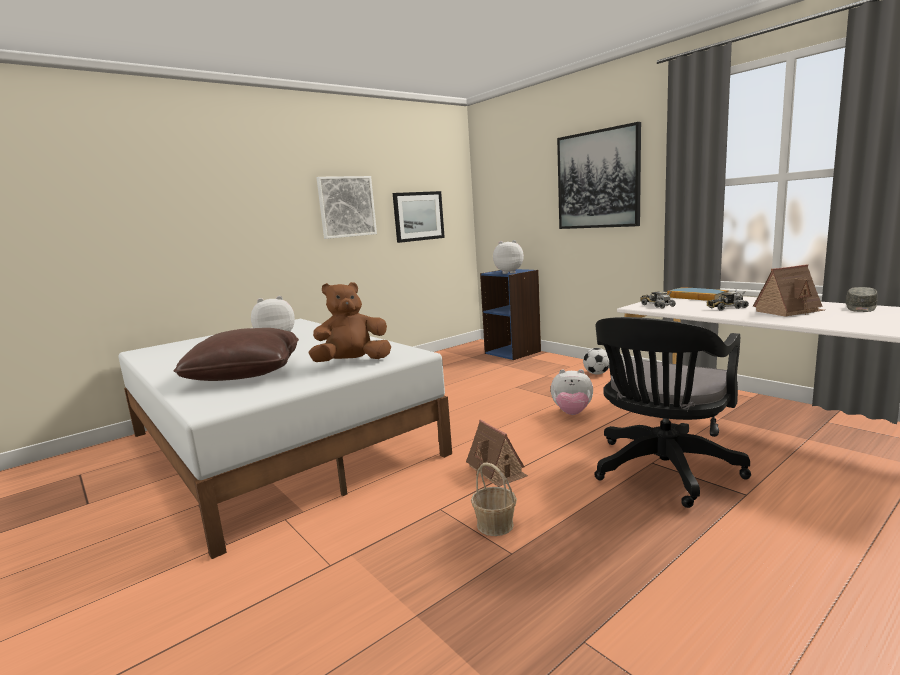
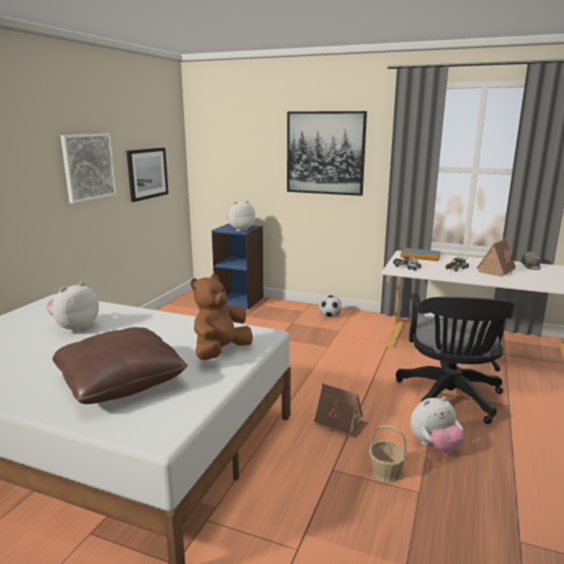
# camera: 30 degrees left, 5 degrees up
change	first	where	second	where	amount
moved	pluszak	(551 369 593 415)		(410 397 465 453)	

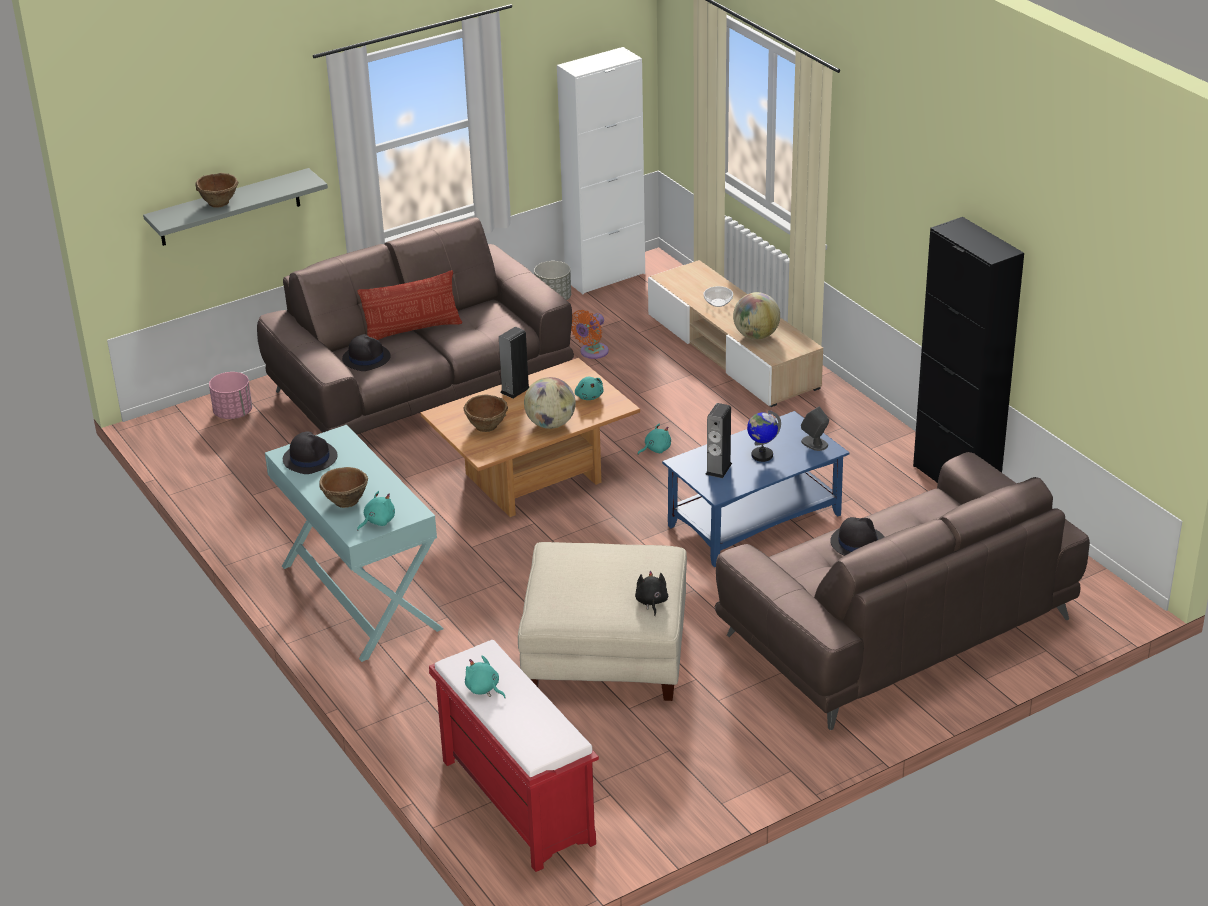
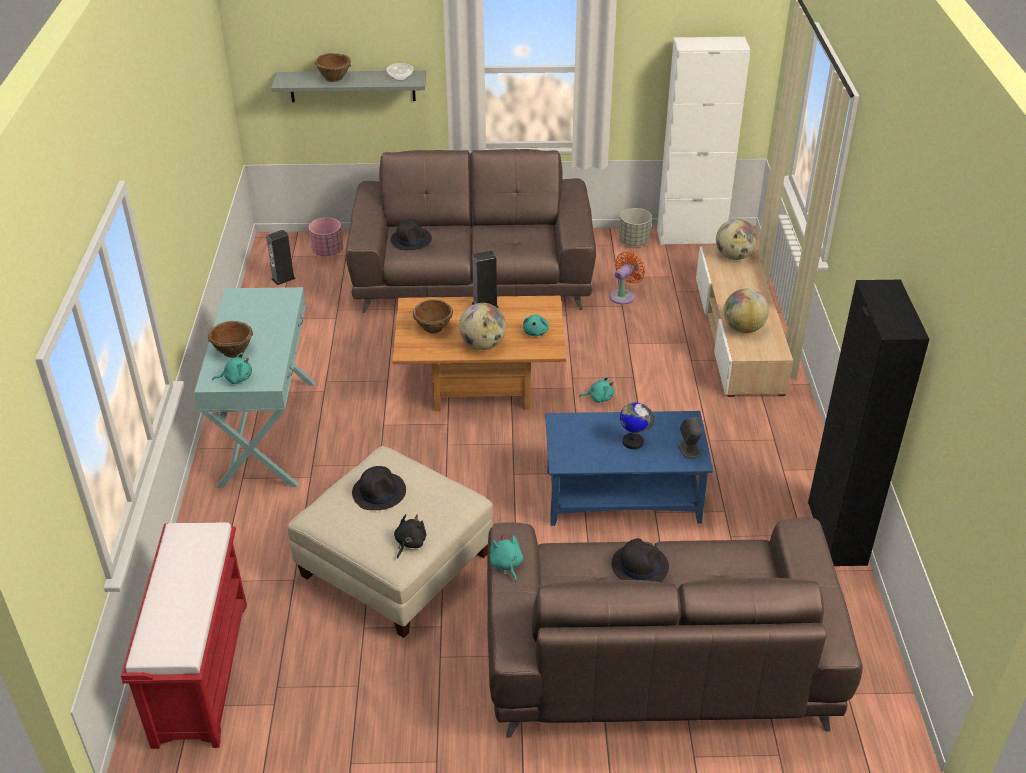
# camera: 30 degrees right, 5 degrees up
change	first	where	second	where	amount
moved	głośnik	(705 403 732 478)		(266 230 296 285)	
moved	kapelusz/czarny	(283 432 338 474)		(352 466 406 510)	
moved	miska	(704 286 733 307)		(386 63 413 81)	
moved	pluszak/turkusowy	(465 655 506 698)		(490 534 523 582)	
turned	wentylator/pomarańczowy	(571 310 609 359)		(610 252 645 304)	150 degrees clockwise
added			globus	(716 219 757 260)	
removed	poduszka	(357 270 462 340)			

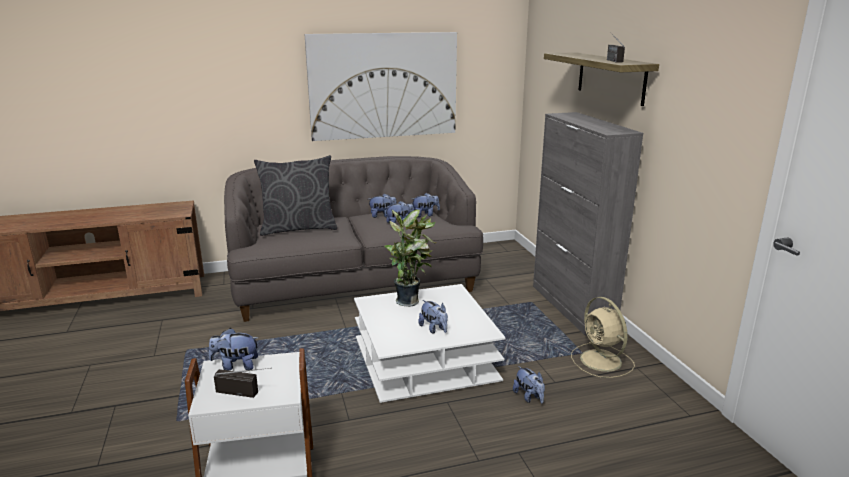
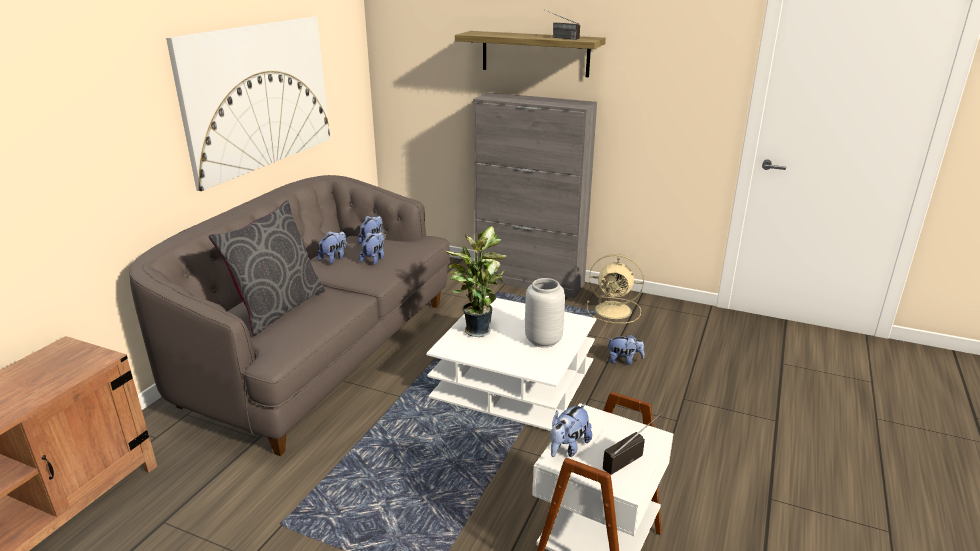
# camera: 50 degrees left, 5 degrees up
change	first	where	second	where	amount
replaced	pluszak	(418 300 448 334)	wazon/szary	(525 278 565 348)	

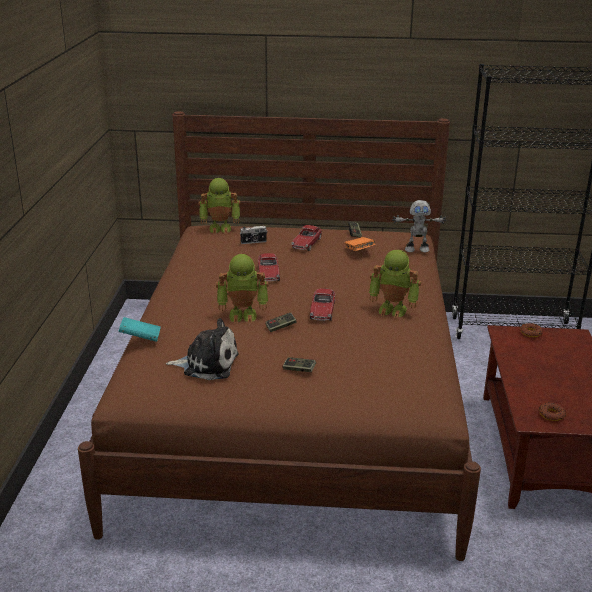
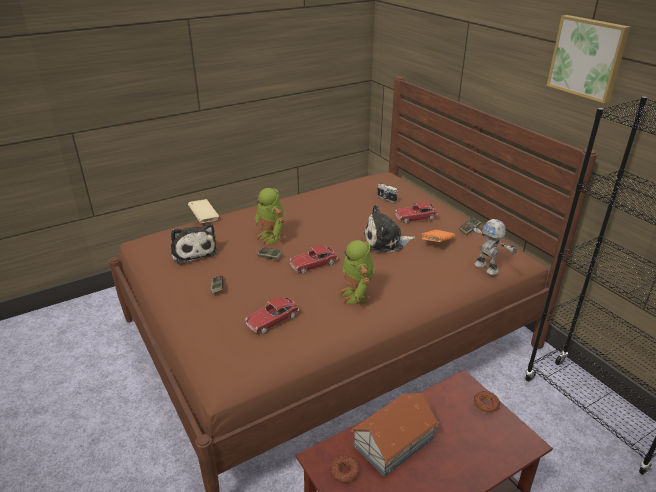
# camera: 55 degrees right, 5 degrees up
change	first	where	second	where	amount
recoloured	książka/turkusowy	(118 317 161 342)	książka/beżowy	(188 199 219 223)	
moved	samochodzik	(258 253 280 281)		(245 297 299 334)	
added			domek	(351 392 439 476)	
added			pluszak	(364 205 415 253)	
added			obraz	(547 15 630 103)	
removed	robot zabawkowy	(198 178 240 234)			

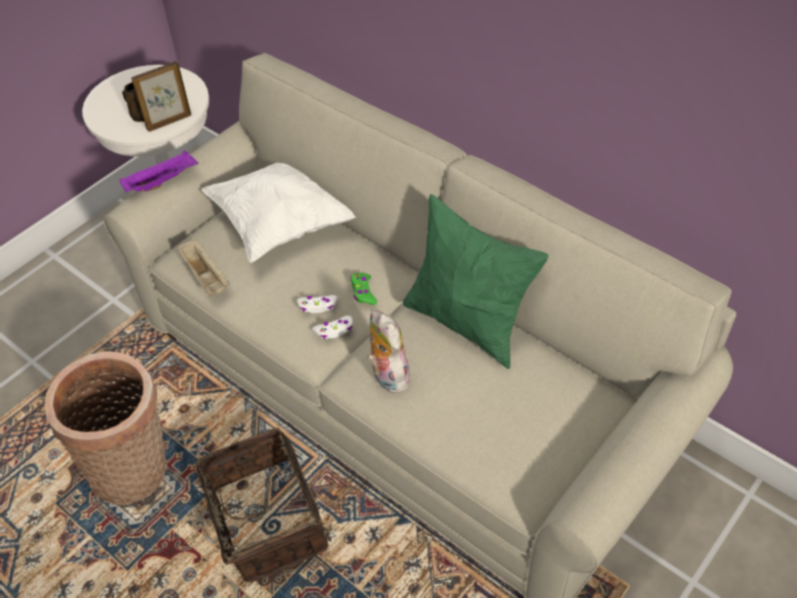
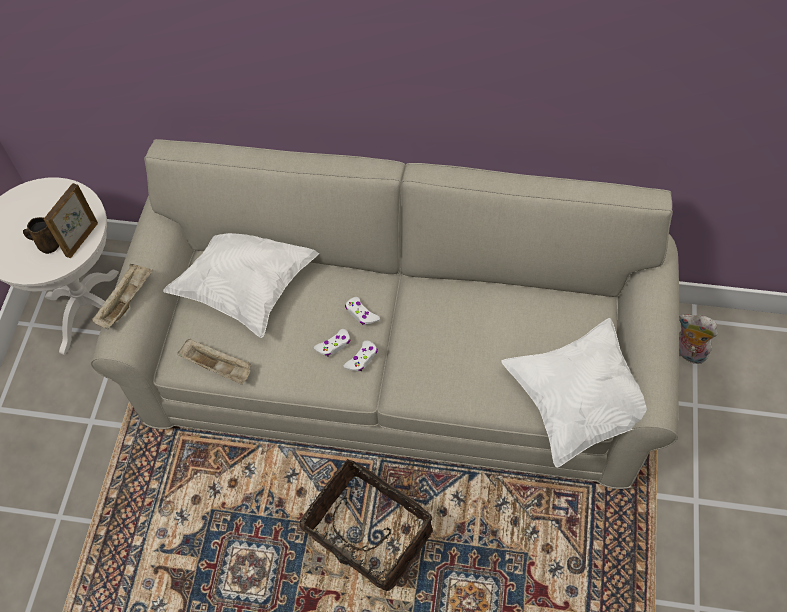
# camera: 30 degrees left, 10 degrees up
change	first	where	second	where	amount
recoloured	taca/fioletowy	(120 150 199 192)	taca/beżowy	(92 264 153 329)	
recoloured	pad do gier/zielony	(350 273 377 305)	pad do gier/biały	(345 297 380 325)	
added			poduszka/biały	(501 318 647 467)	
moved	pluszak	(367 309 410 393)		(679 314 718 364)	
removed	koszyk	(44 351 167 505)			
removed	poduszka/zielony	(403 194 548 369)			

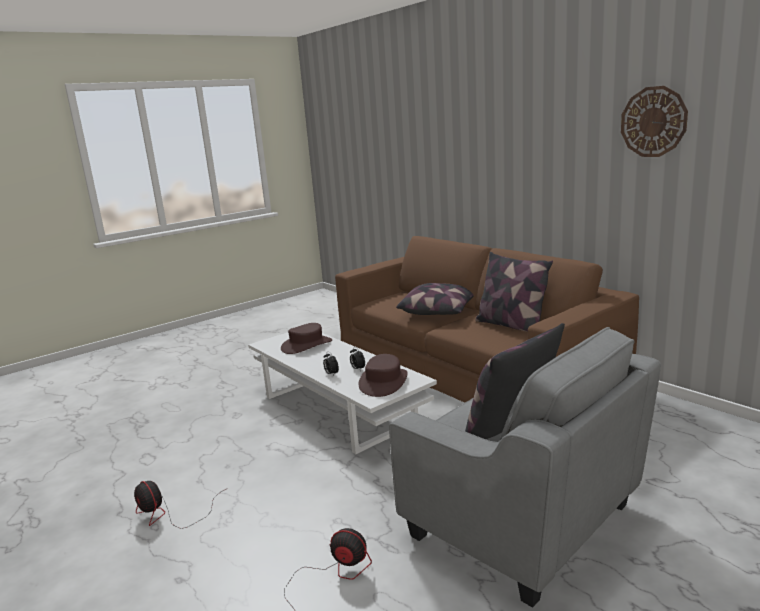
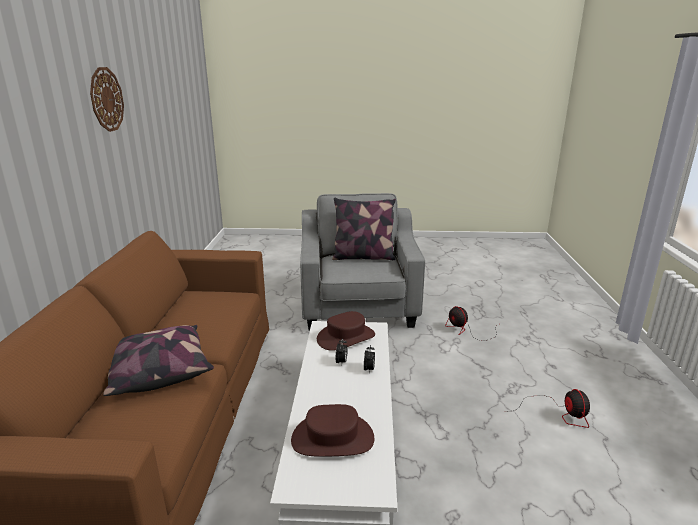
# camera: 140 degrees left, 5 degrees up
change	first	where	second	where	amount
removed	poduszka	(475 252 553 332)			

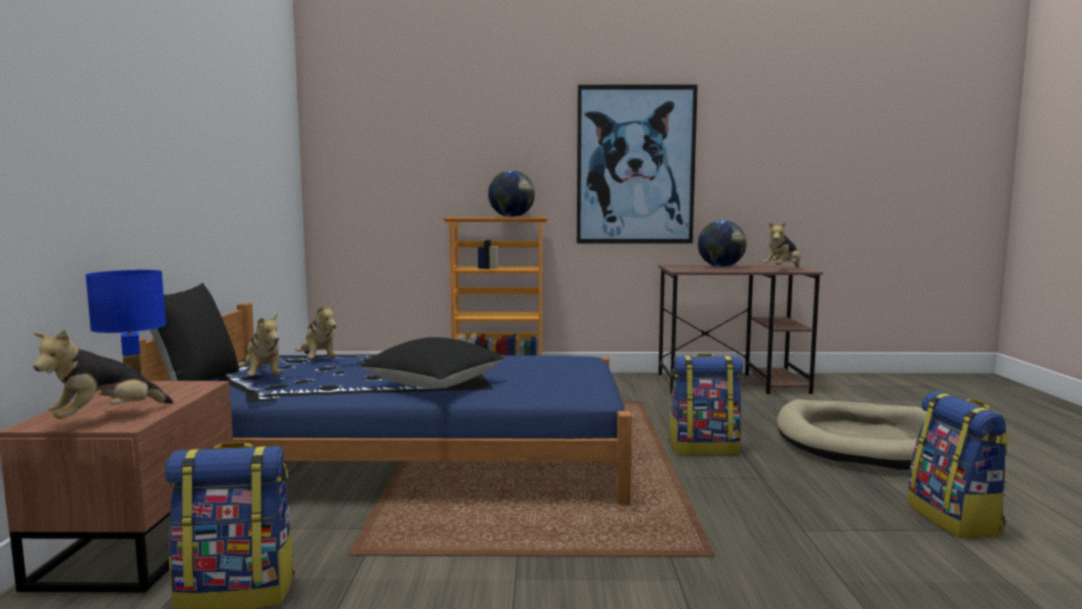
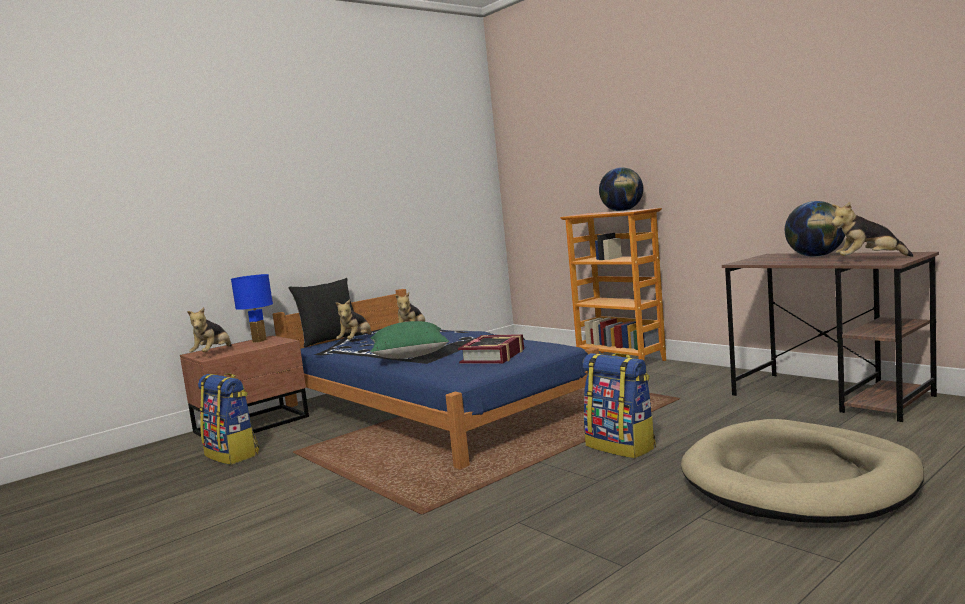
# camera: 50 degrees right, 0 degrees up
change	first	where	second	where	amount
turned	pluszak	(33 330 173 419)		(187 307 232 352)	75 degrees counterclockwise
recoloured	poduszka/czarny	(360 337 505 389)	poduszka/zielony	(370 321 449 359)	
added			książka	(458 334 524 364)	
removed	obraz	(577 84 698 243)			
removed	plecak	(907 391 1010 538)			

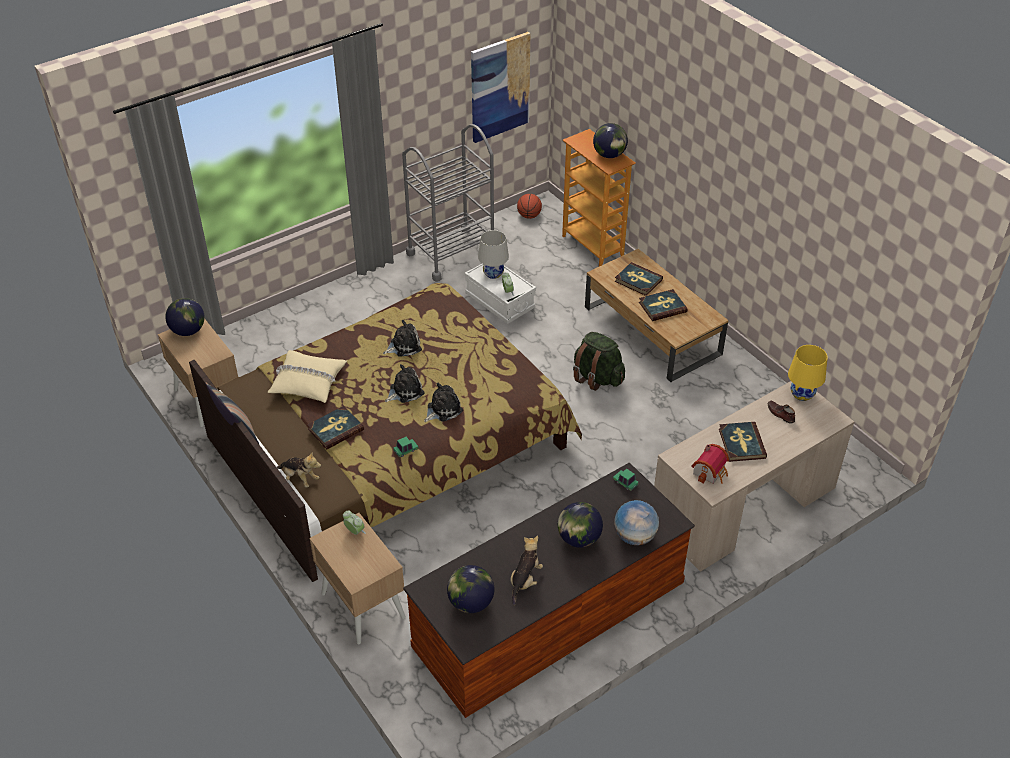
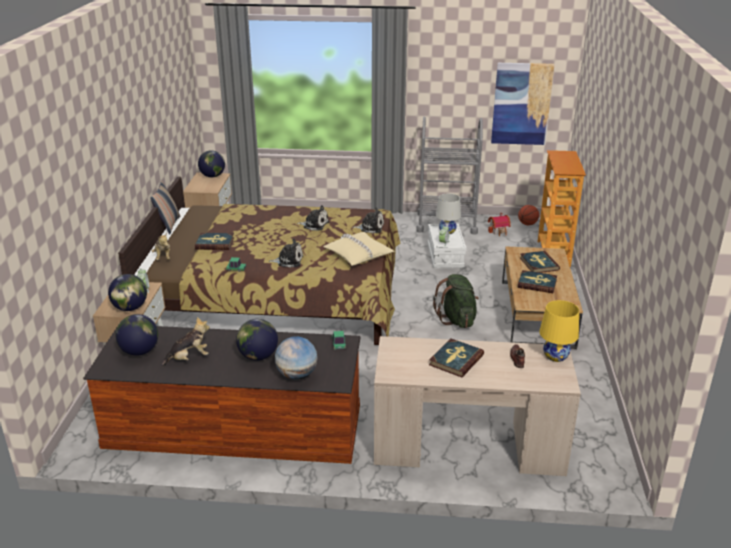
# camera: 40 degrees right, 15 degrees down
change	first	where	second	where	amount
moved	globus	(593 123 628 158)		(108 274 147 311)	
moved	poduszka/beżowy	(268 350 347 403)		(323 232 395 266)	
moved	pluszak	(385 364 425 403)		(352 207 384 233)	
moved	domek	(691 444 729 484)		(488 213 511 236)	

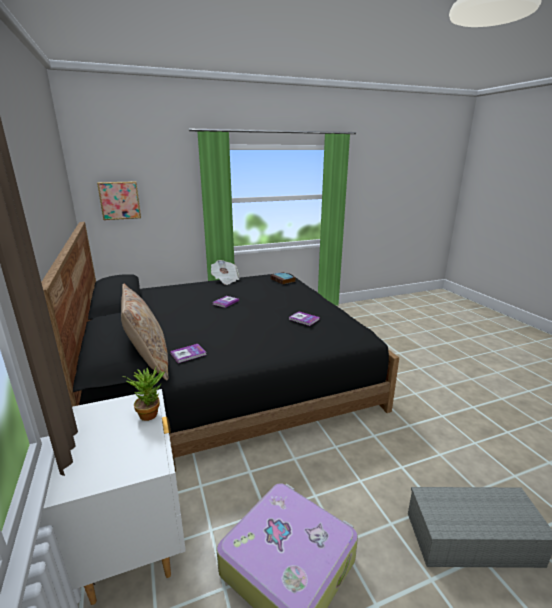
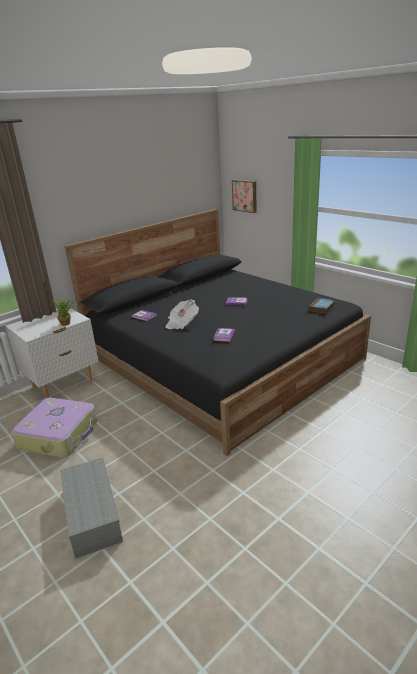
# camera: 70 degrees right, 5 degrees up
change	first	where	second	where	amount
moved	gazeta	(211 260 239 285)		(165 300 199 329)	
removed	poduszka/beżowy	(121 284 168 380)			

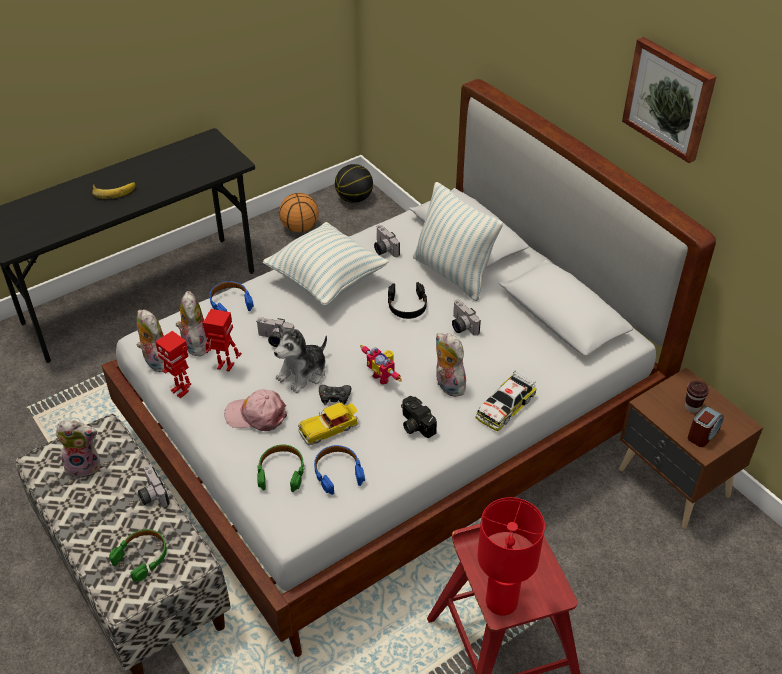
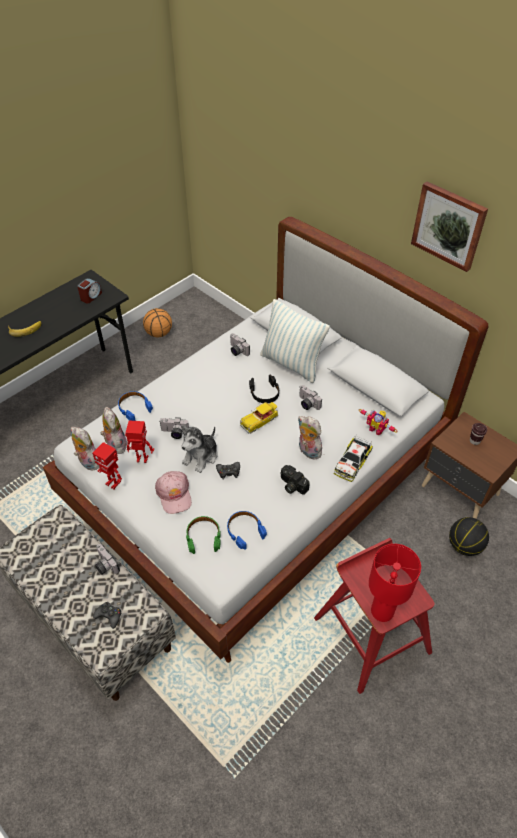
# camera: 10 degrees left, 5 degrees up
change	first	where	second	where	amount
moved	budzik	(688 406 724 447)		(77 278 102 304)	
replaced	słuchawki/zielony	(109 529 167 582)	pad do gier/czarny	(93 602 121 629)	
turned	czapka z daszkiem/różowy	(225 389 287 431)		(155 471 192 514)	105 degrees counterclockwise
moved	samochodzik	(298 402 358 446)		(240 402 278 434)	
moved	robot zabawkowy	(360 345 402 385)		(359 409 397 435)	
moved	piłka do koszykówki	(335 164 373 203)		(449 517 489 556)	
removed	pluszak	(56 420 101 479)			
removed	poduszka	(263 222 389 306)			

